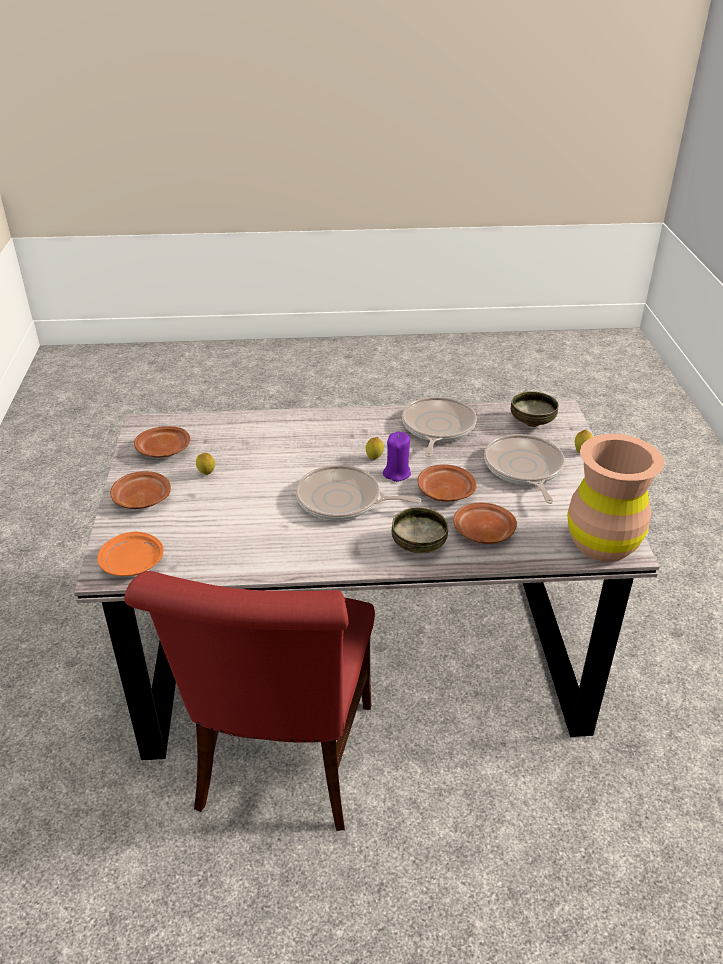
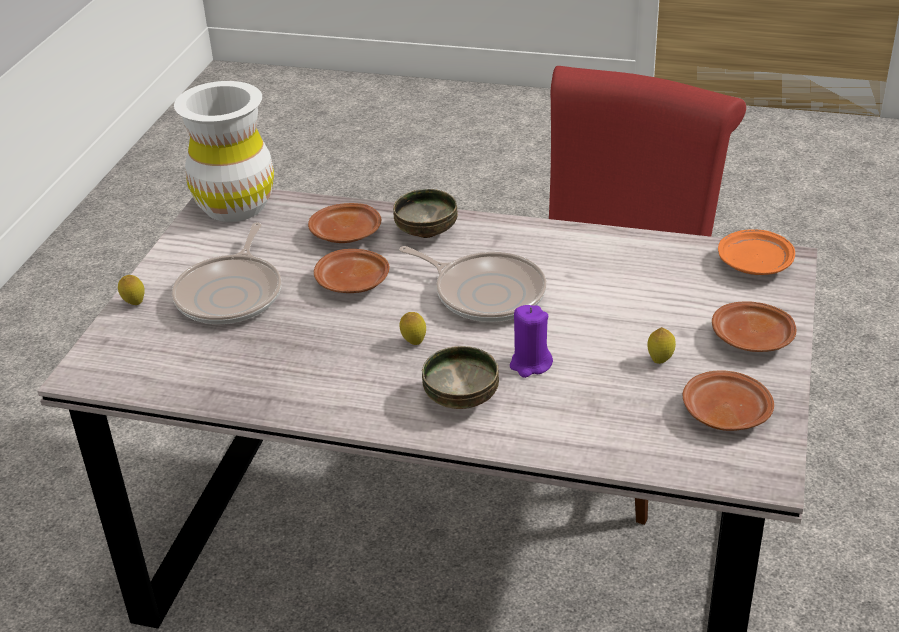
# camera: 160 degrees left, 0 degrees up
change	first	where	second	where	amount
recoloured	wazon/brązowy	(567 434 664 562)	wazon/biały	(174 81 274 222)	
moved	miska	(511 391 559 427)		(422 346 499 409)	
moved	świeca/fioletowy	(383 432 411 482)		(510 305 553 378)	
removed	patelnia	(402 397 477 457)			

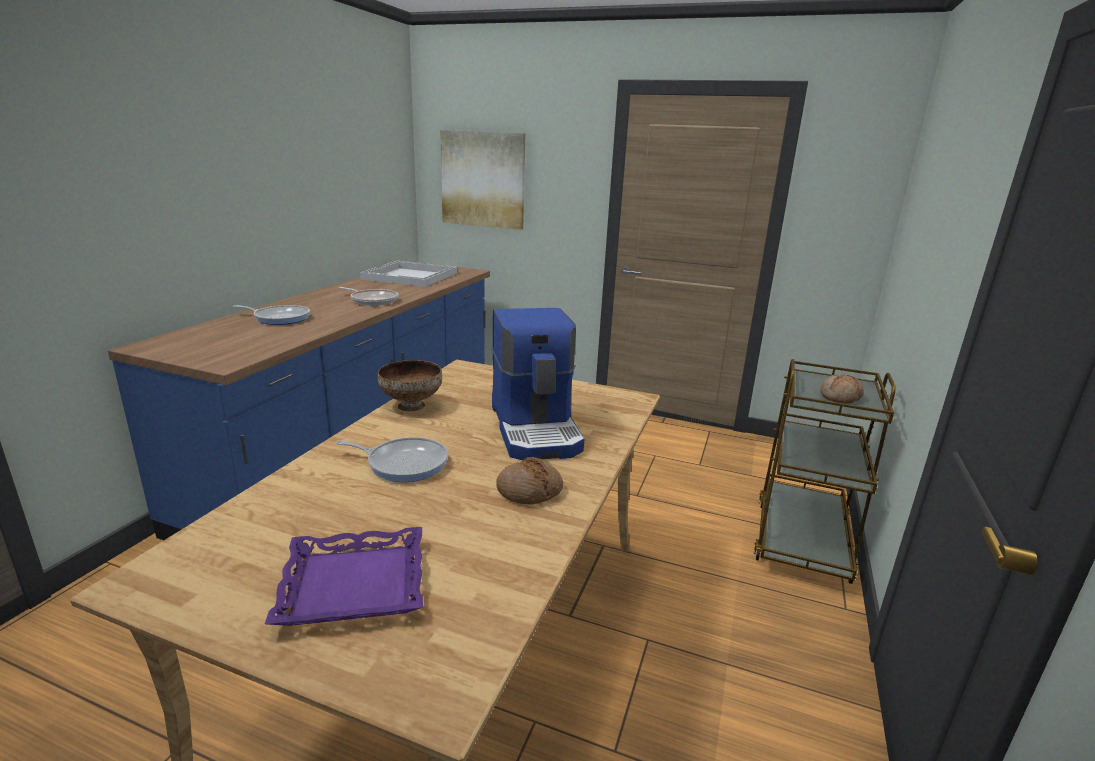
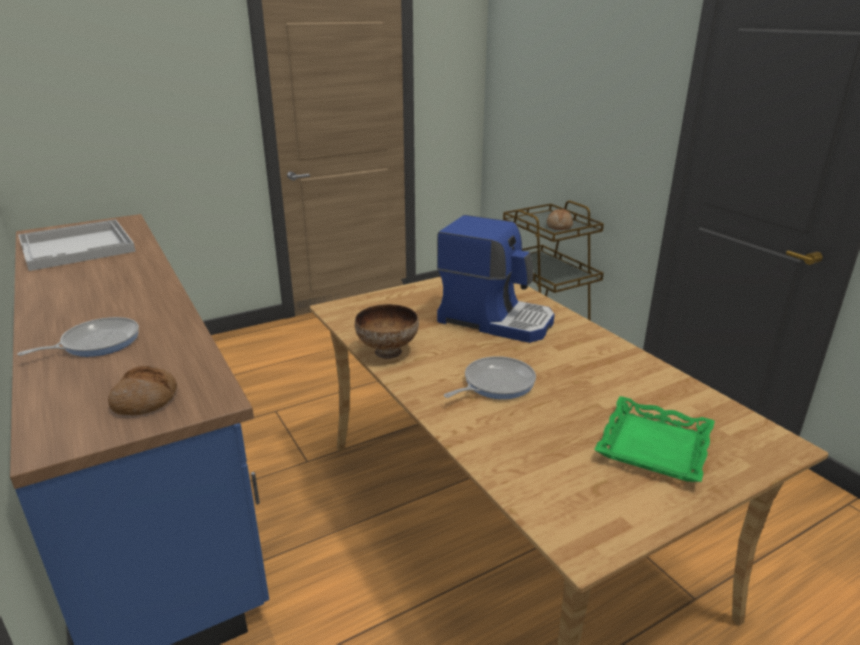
# camera: 50 degrees left, 5 degrees up
change	first	where	second	where	amount
moved	chleb	(496 457 563 505)		(108 366 177 415)	
recoloured	taca/fioletowy	(265 527 423 626)	taca/zielony	(594 396 715 482)	
removed	patelnia	(338 287 398 306)			
removed	obraz	(440 130 526 230)			

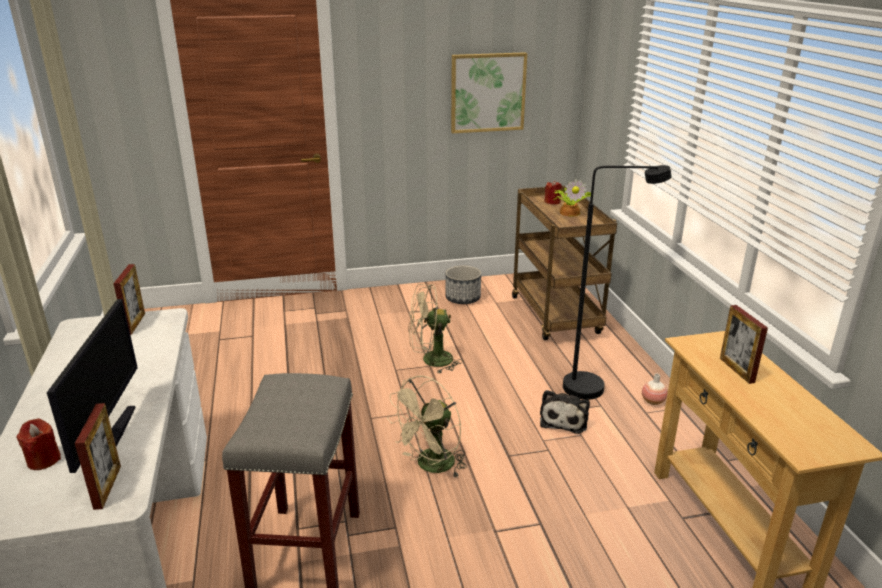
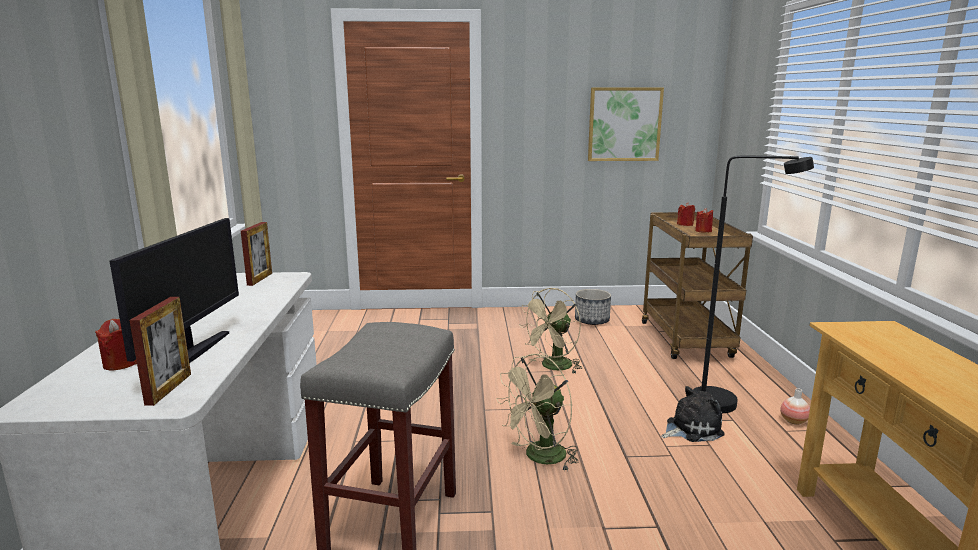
# camera: 10 degrees right, 10 degrees down
change	first	where	second	where	amount
turned	wentylator/beżowy	(409 284 463 373)		(519 288 582 374)	45 degrees counterclockwise
turned	pluszak	(540 390 590 434)		(661 386 725 442)	135 degrees counterclockwise
replaced	roślina doniczkowa	(553 179 591 216)	świeca/czerwony	(695 208 713 233)	
removed	ramka na zdjęcie	(720 305 768 384)			

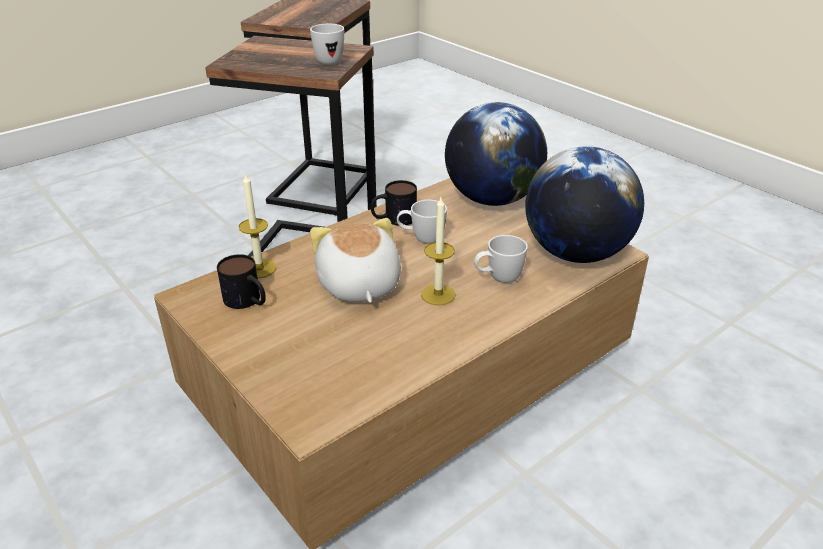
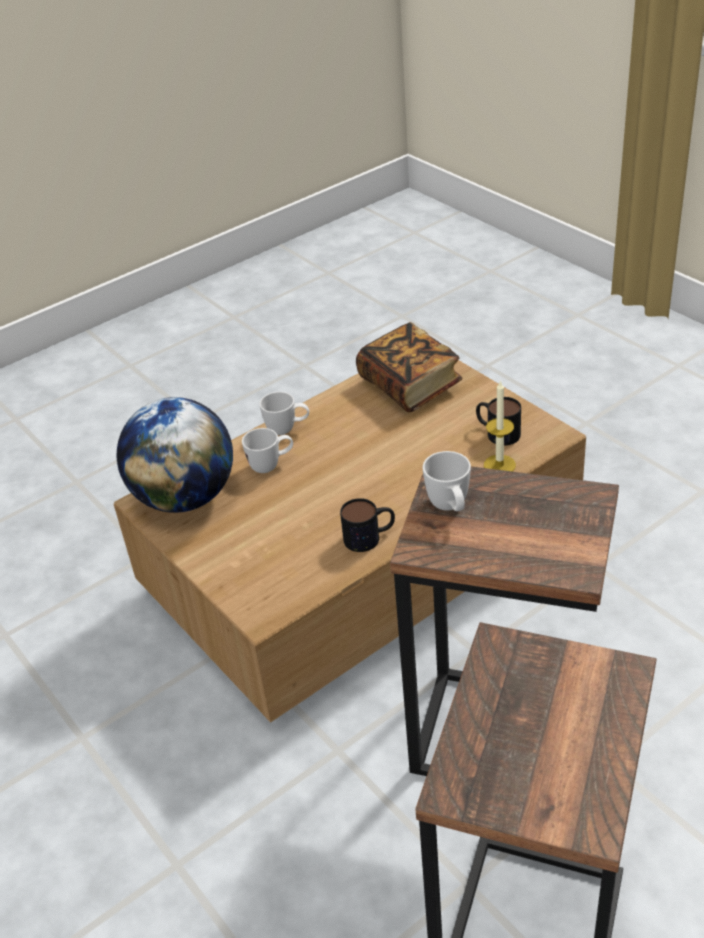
# camera: 175 degrees left, 5 degrees up
change	first	where	second	where	amount
moved	kubek/biały	(397 200 447 244)		(259 392 309 435)	
added			książka	(356 322 462 412)	
removed	pluszak	(310 218 401 303)			
removed	świeca	(421 197 455 305)			
removed	globus	(445 102 547 206)			

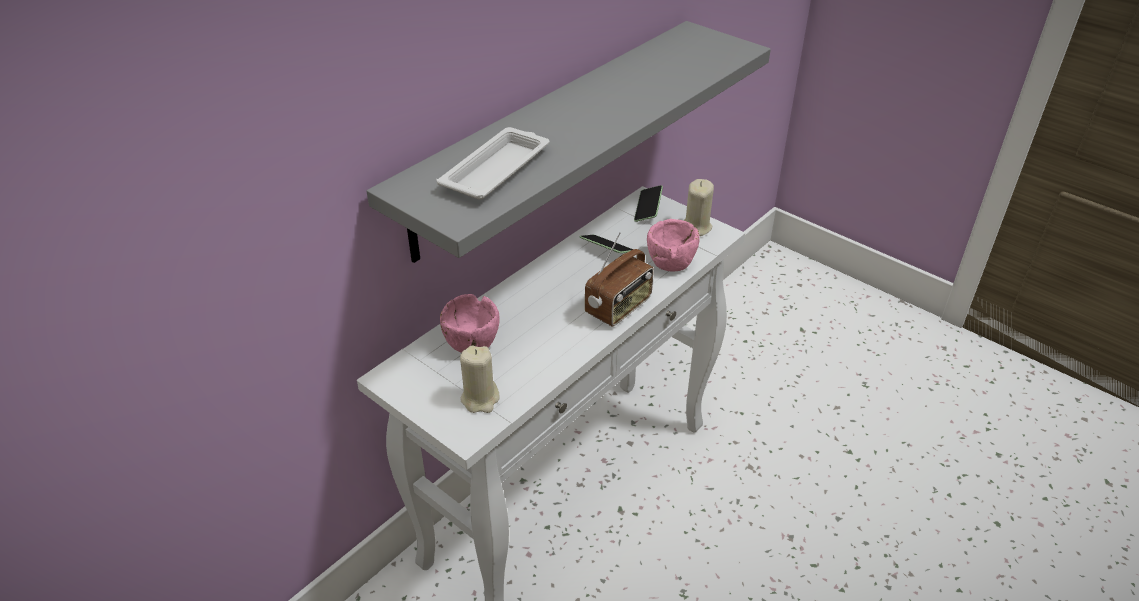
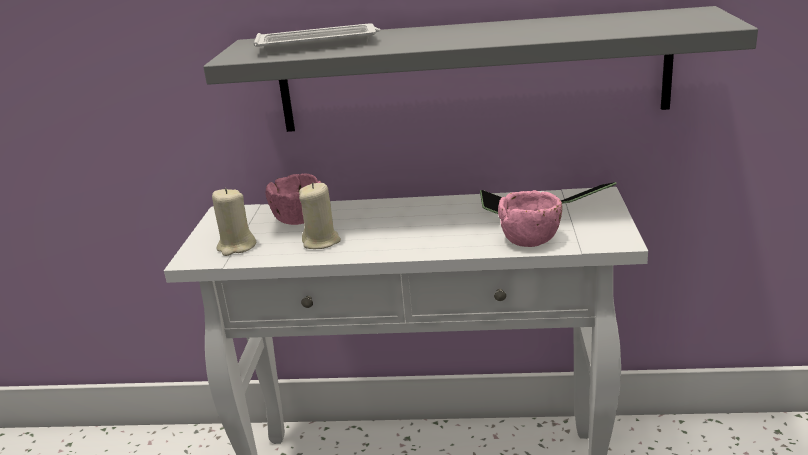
# camera: 55 degrees right, 15 degrees down
change	first	where	second	where	amount
moved	świeca/beżowy	(683 179 714 236)		(299 183 341 249)	
removed	radio	(585 232 654 327)			

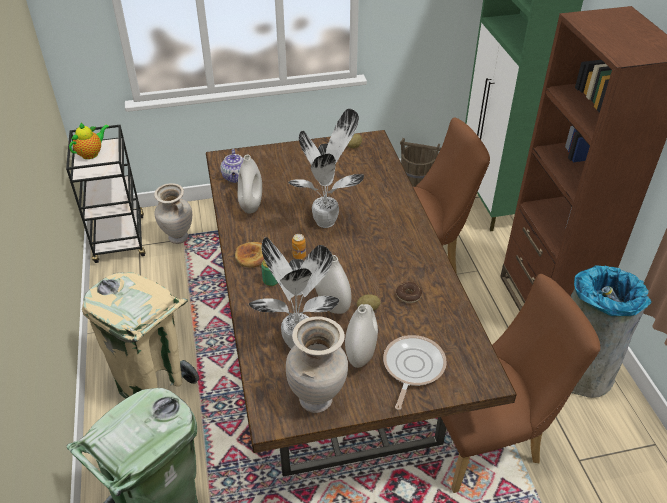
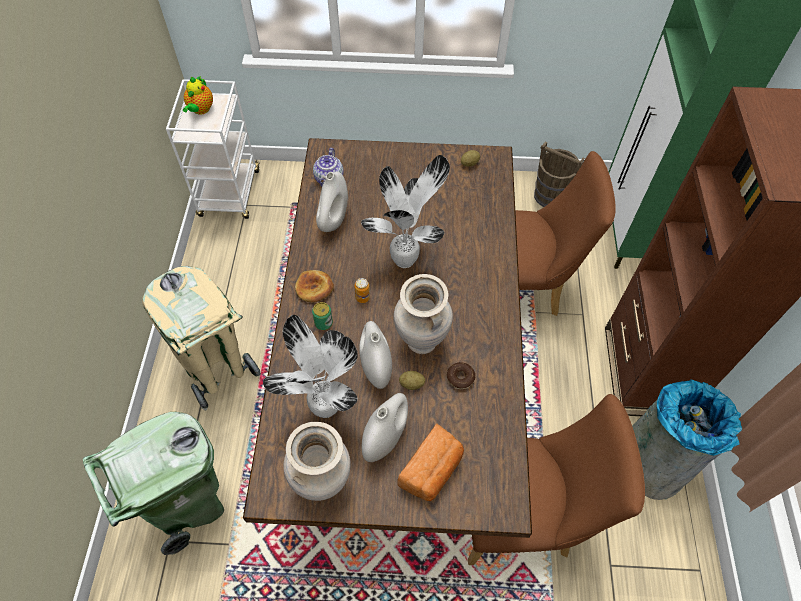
# camera: 15 degrees right, 15 degrees up
change	first	where	second	where	amount
recoloured	wózek/czarny	(66 125 145 263)	wózek/biały	(166 79 260 219)	
turned	imbryk	(69 122 109 159)		(183 76 213 115)	135 degrees clockwise
moved	wazon/beżowy	(154 183 192 244)		(394 274 453 354)	
replaced	patelnia	(383 335 447 410)	chleb	(397 424 464 501)	

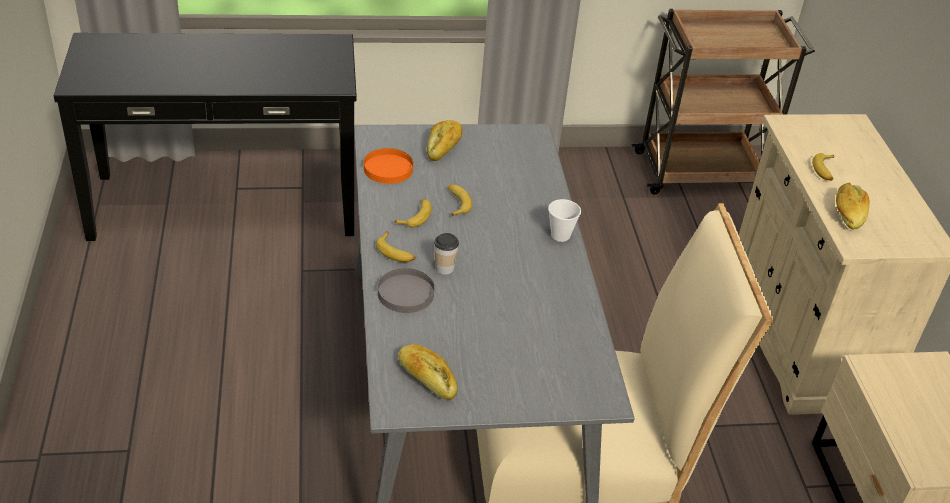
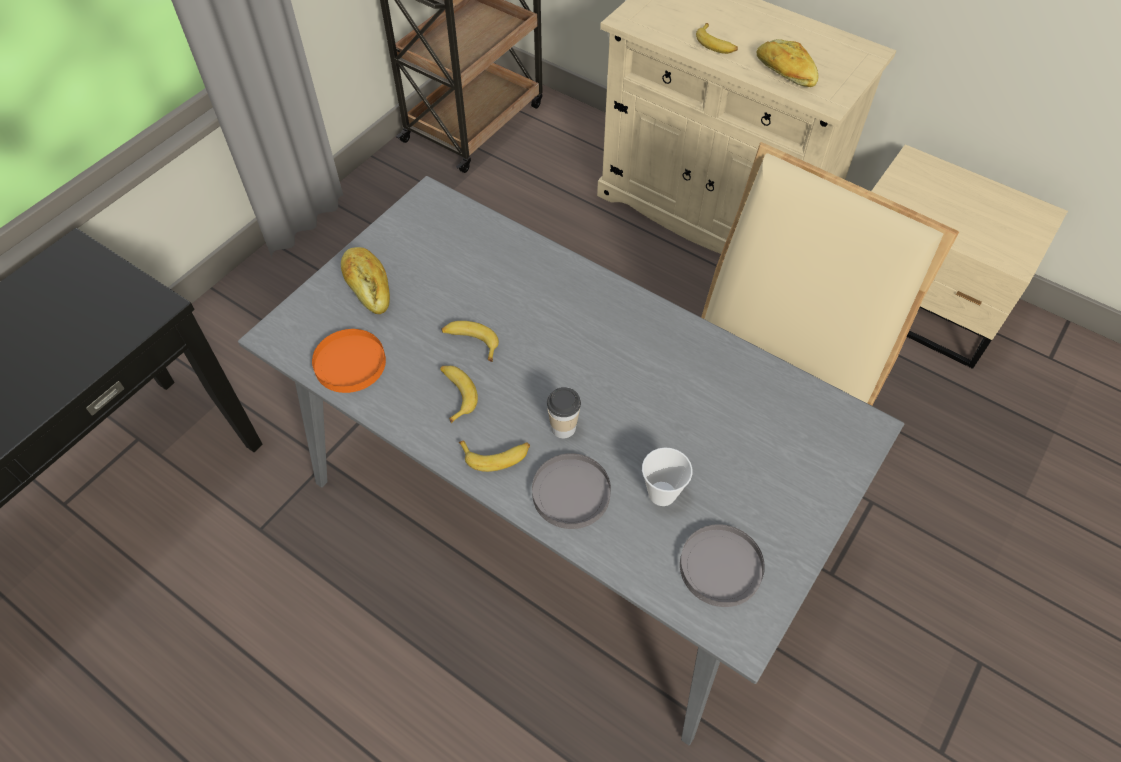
# camera: 45 degrees left, 15 degrees up
change	first	where	second	where	amount
moved	filiżanka	(548 199 581 242)		(642 447 692 506)	
replaced	chleb	(398 344 458 400)	talerz/szary	(680 524 765 607)	

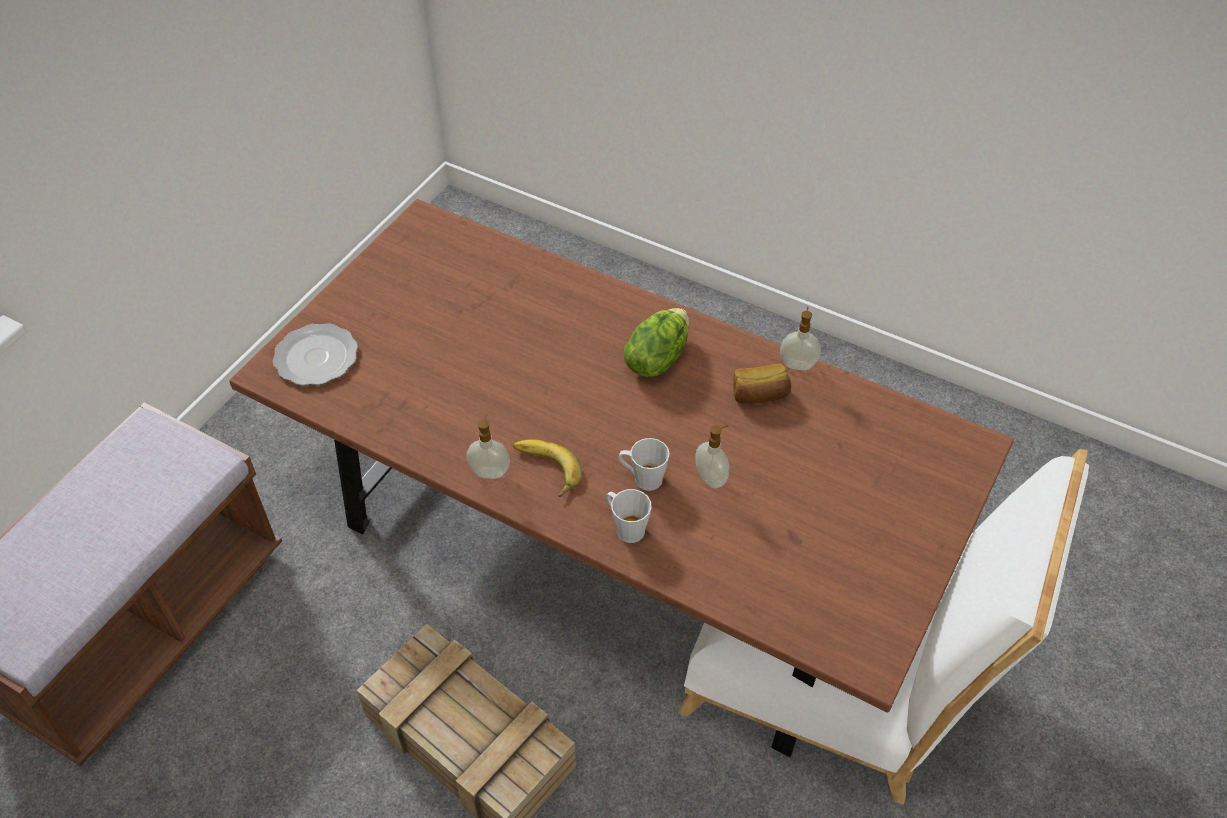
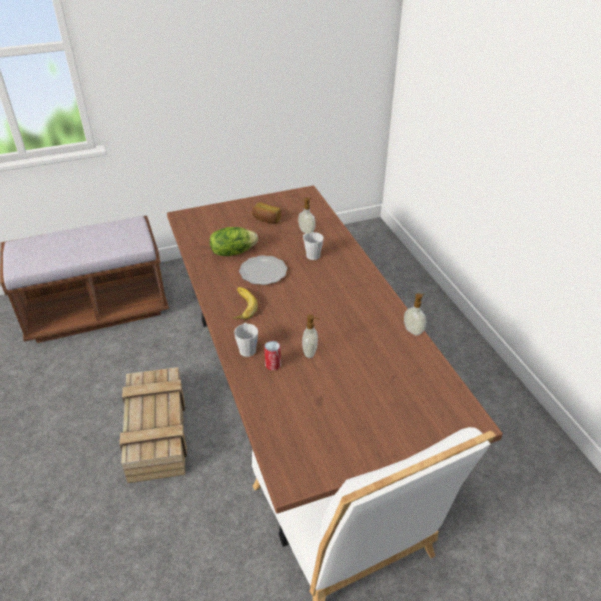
# camera: 40 degrees right, 10 degrees down
change	first	where	second	where	amount
moved	sałata	(624 308 689 377)		(210 227 258 256)	
moved	talerz	(273 323 358 386)		(239 255 287 285)	
moved	chleb	(733 363 791 404)		(252 202 281 224)	
added			puszka	(264 341 281 371)	
moved	dozownik mydła	(466 414 510 479)		(298 198 316 234)	
moved	kubek/szary	(619 438 670 491)		(303 232 324 260)	

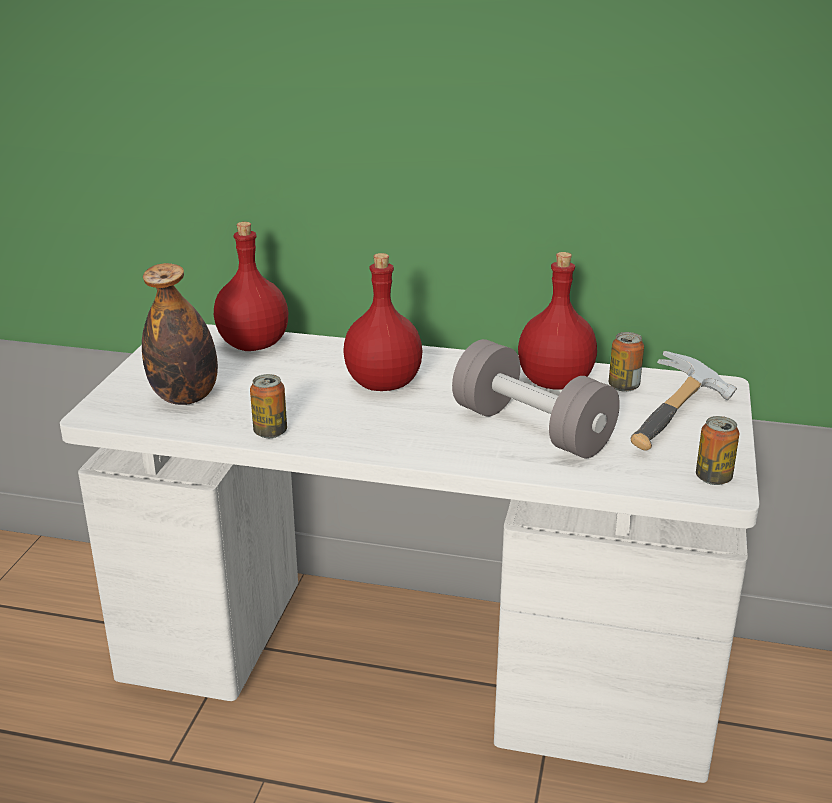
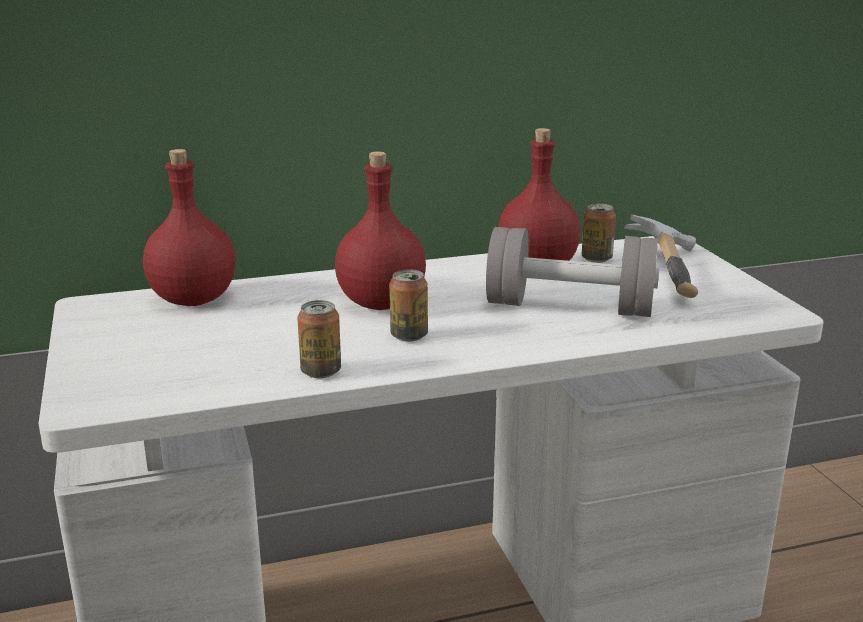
# camera: 30 degrees left, 5 degrees down
change	first	where	second	where	amount
moved	puszka	(696 416 739 485)		(389 270 428 342)	
removed	butelka	(142 263 218 405)			

